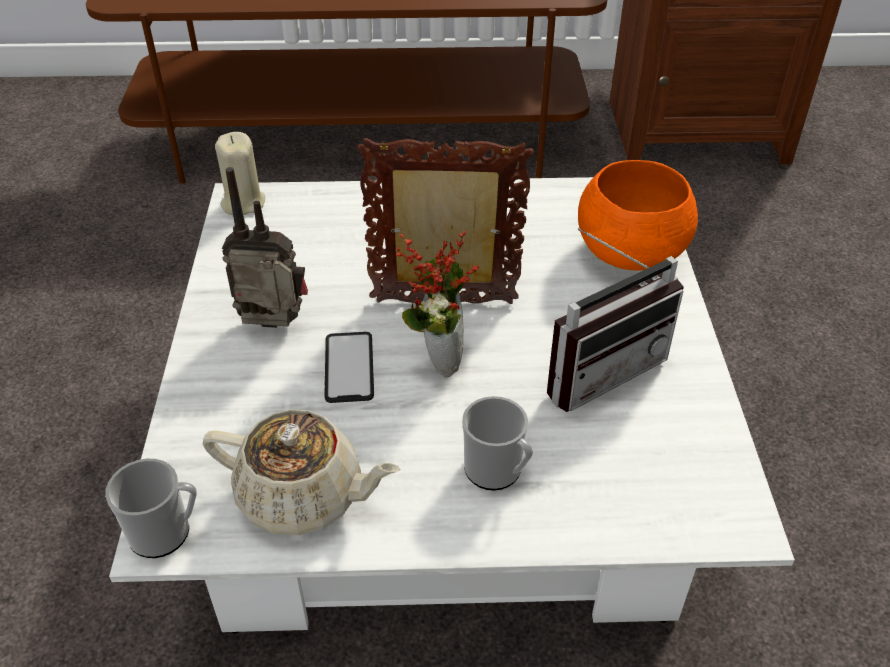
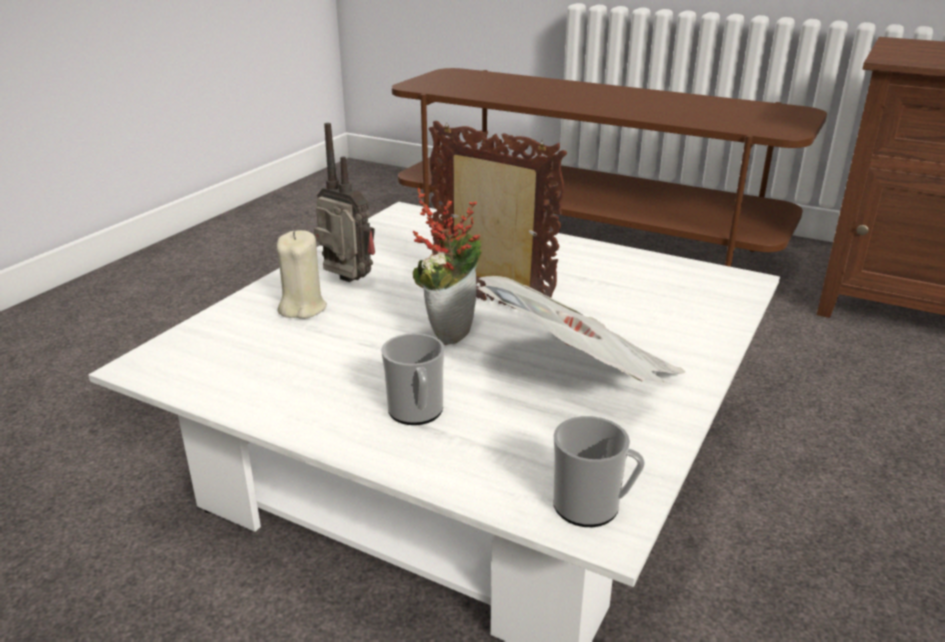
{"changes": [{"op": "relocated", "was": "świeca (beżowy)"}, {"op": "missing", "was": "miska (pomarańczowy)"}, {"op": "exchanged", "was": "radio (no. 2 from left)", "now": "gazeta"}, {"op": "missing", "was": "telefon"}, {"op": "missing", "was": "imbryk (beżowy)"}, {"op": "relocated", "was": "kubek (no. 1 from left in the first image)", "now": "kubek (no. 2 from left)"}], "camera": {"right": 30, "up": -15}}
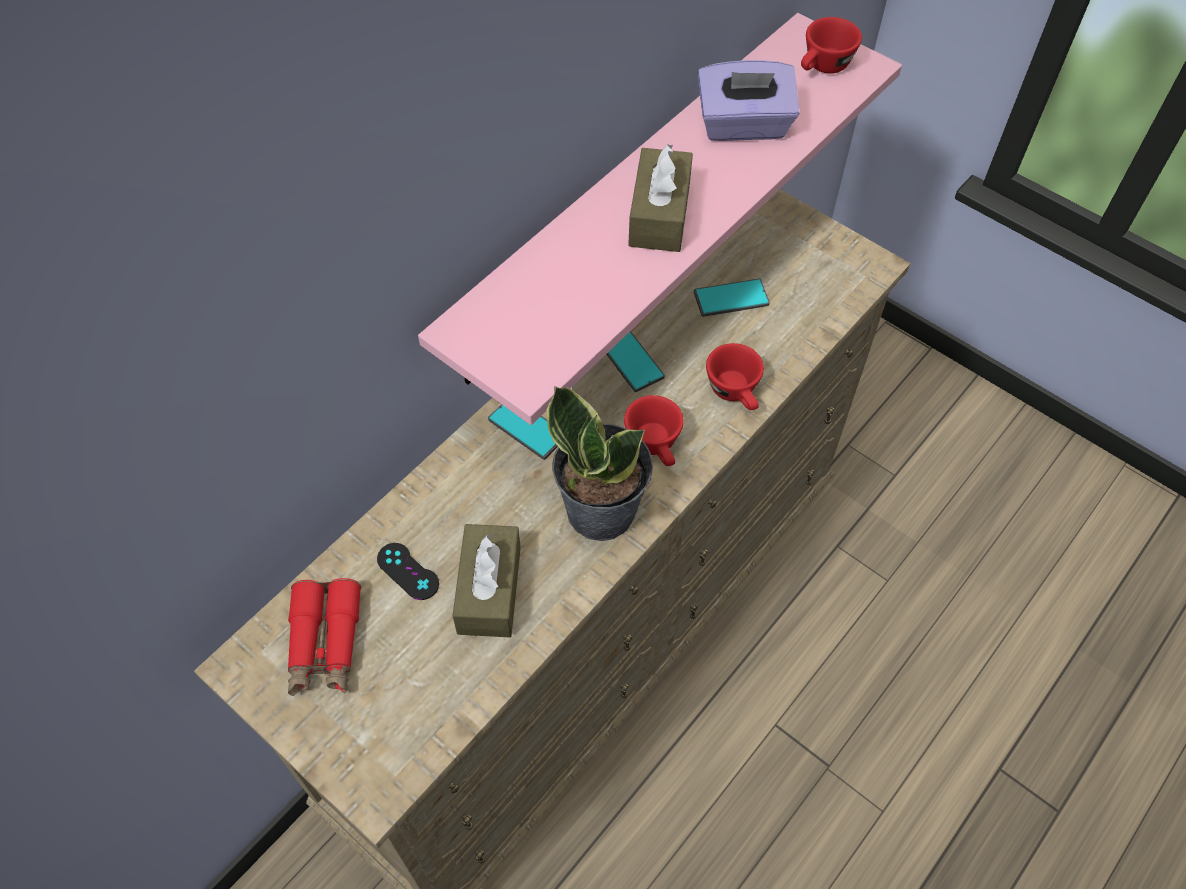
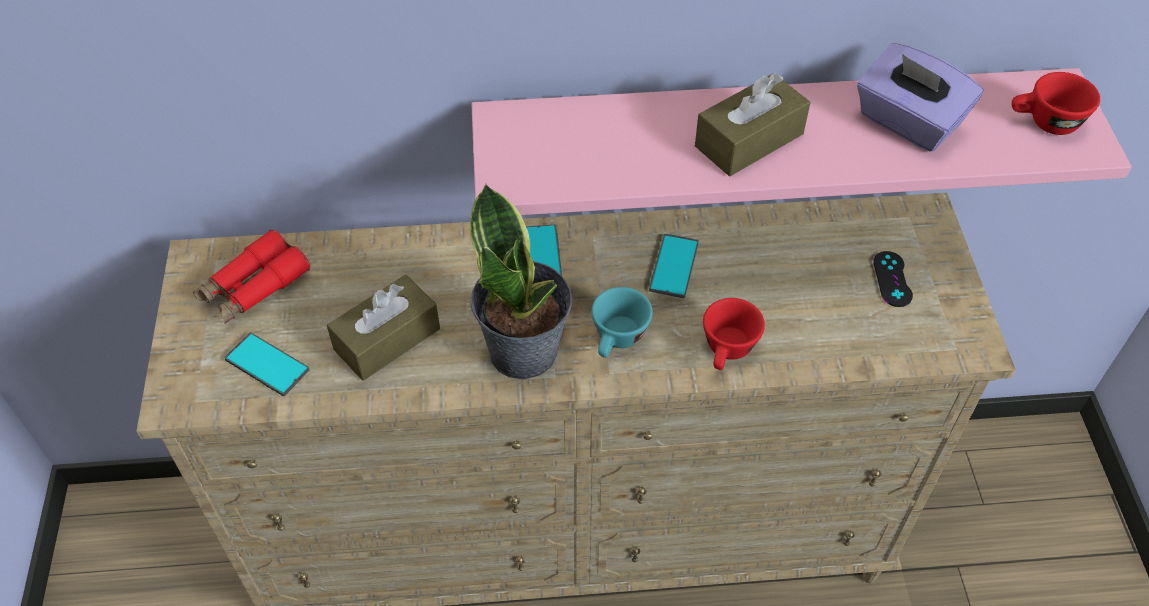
{"changes": [{"op": "relocated", "was": "telefon (no. 3 from left in the first image)", "now": "telefon (no. 1 from left)"}, {"op": "colour", "was": "filiżanka (czerwony) (no. 1 from left)", "now": "filiżanka (turkusowy)"}, {"op": "relocated", "was": "pad do gier (czarny)"}], "camera": {"right": 45, "up": -5}}
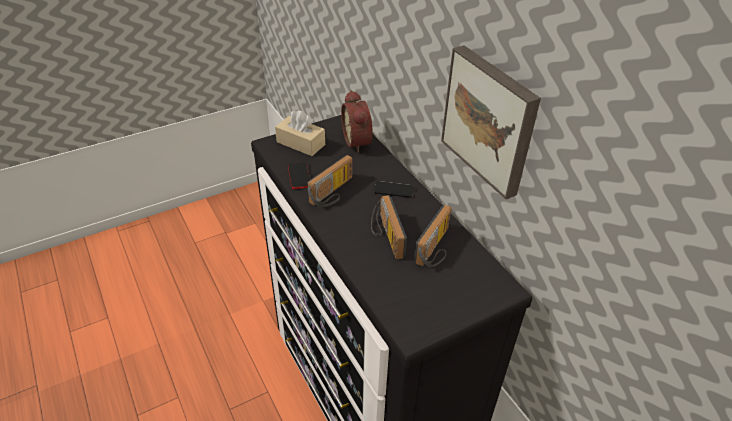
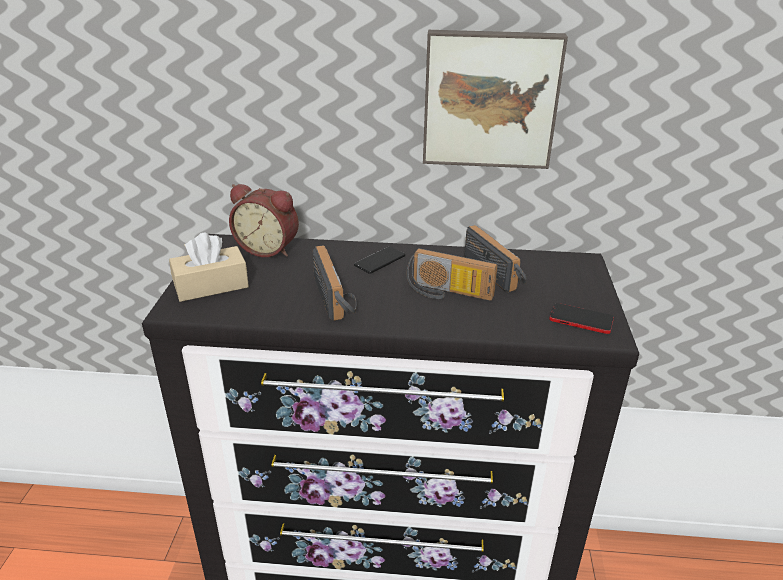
{"changes": [{"op": "relocated", "was": "telefon (no. 1 from left in the first image)", "now": "telefon (no. 2 from left)"}], "camera": {"right": -55, "up": -10}}
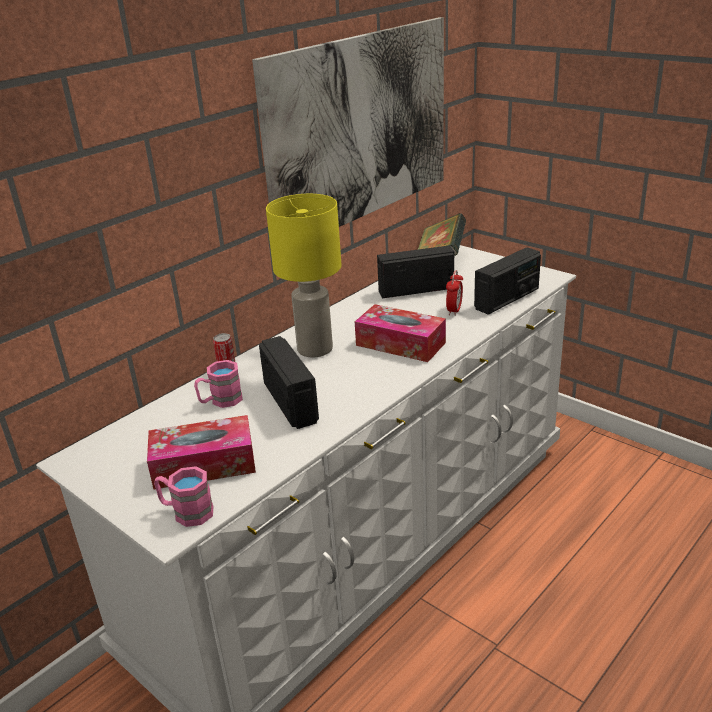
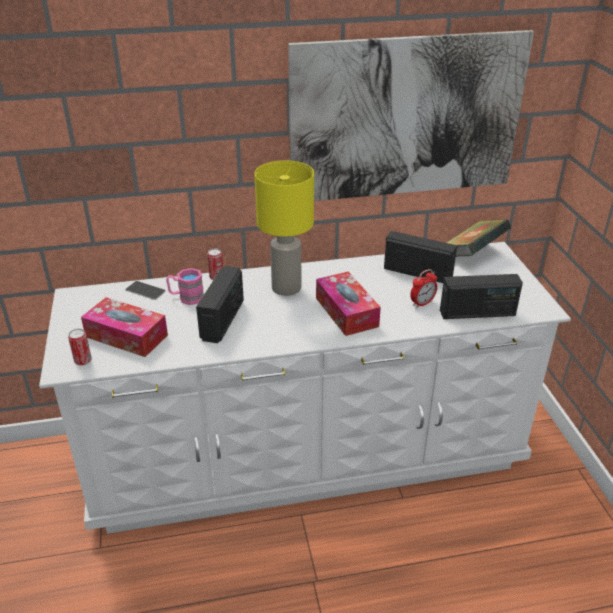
{"changes": [{"op": "exchanged", "was": "kubek (różowy) (no. 1 from left)", "now": "puszka (no. 1 from left)"}, {"op": "appeared", "now": "telefon"}], "camera": {"right": 35, "up": 5}}
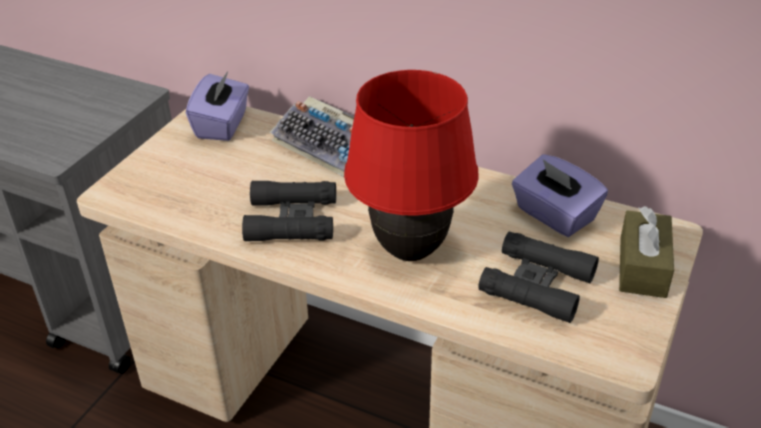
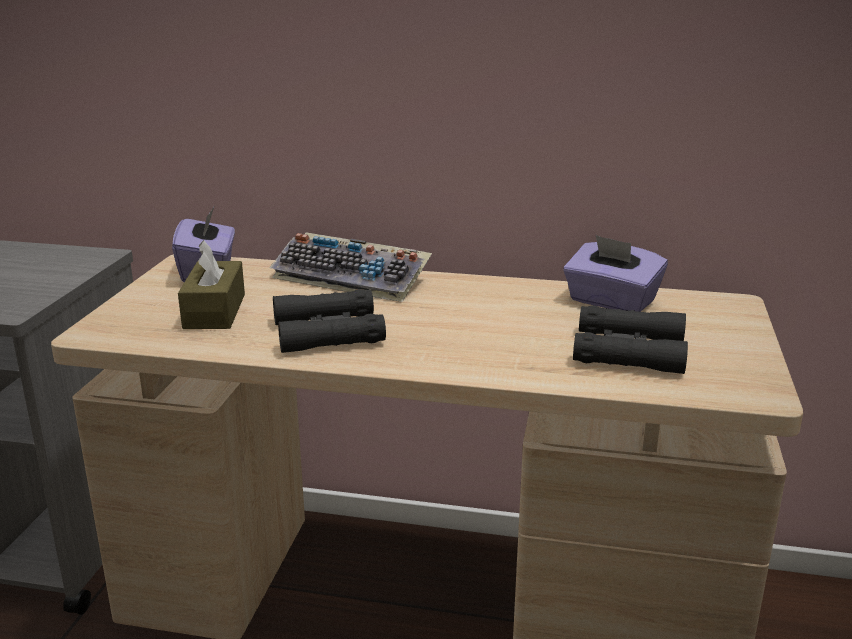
{"changes": [{"op": "missing", "was": "lampa stołowa (czerwony)"}, {"op": "relocated", "was": "pudełko chusteczek (brązowy)"}], "camera": {"right": -15, "up": -15}}
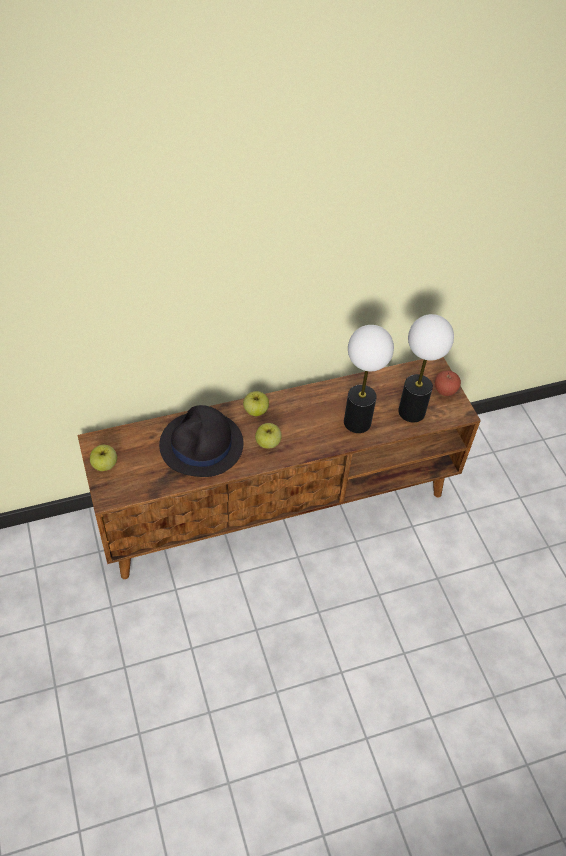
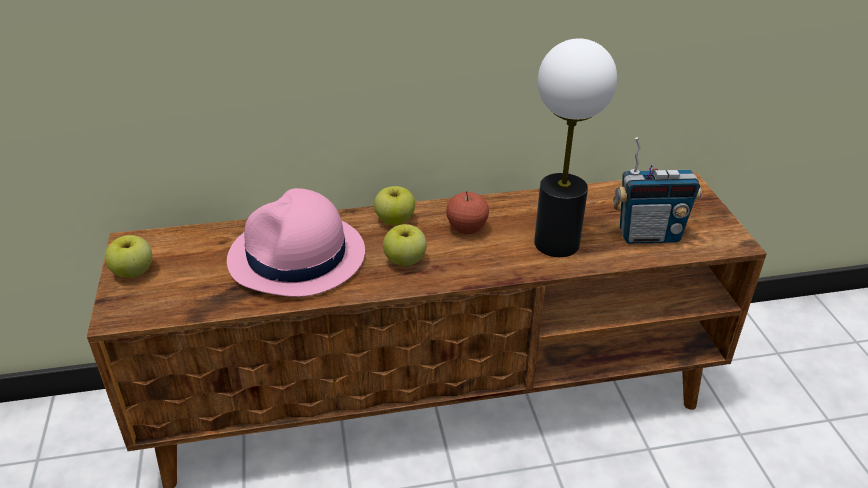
{"changes": [{"op": "exchanged", "was": "lampa stołowa (no. 2 from left)", "now": "radio"}, {"op": "relocated", "was": "jabłko (no. 4 from left)"}, {"op": "colour", "was": "kapelusz (czarny)", "now": "kapelusz (różowy)"}], "camera": {"right": 10, "up": -15}}
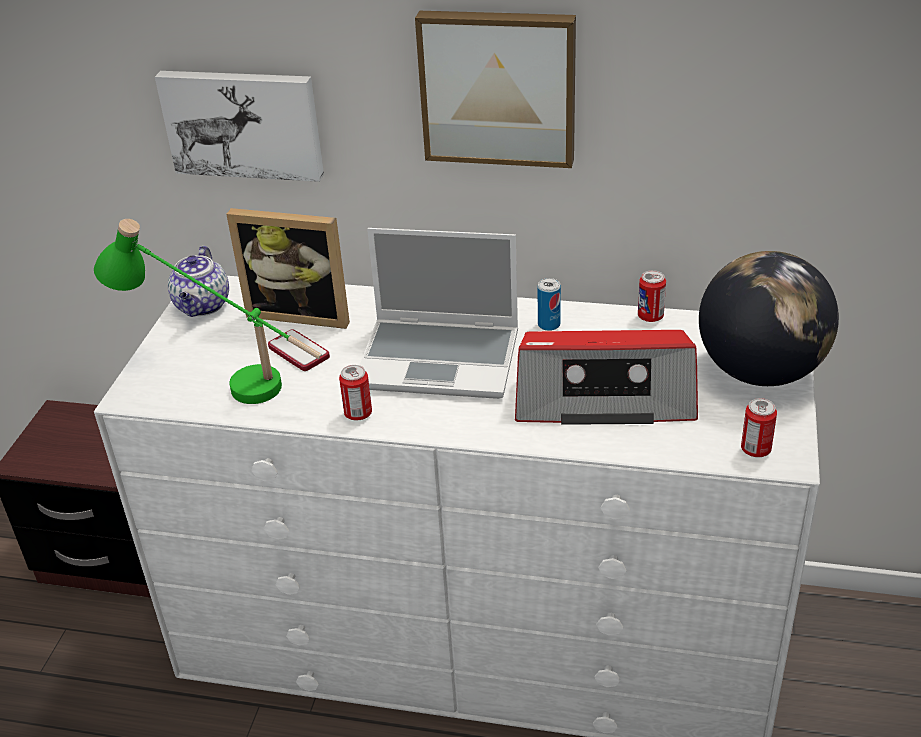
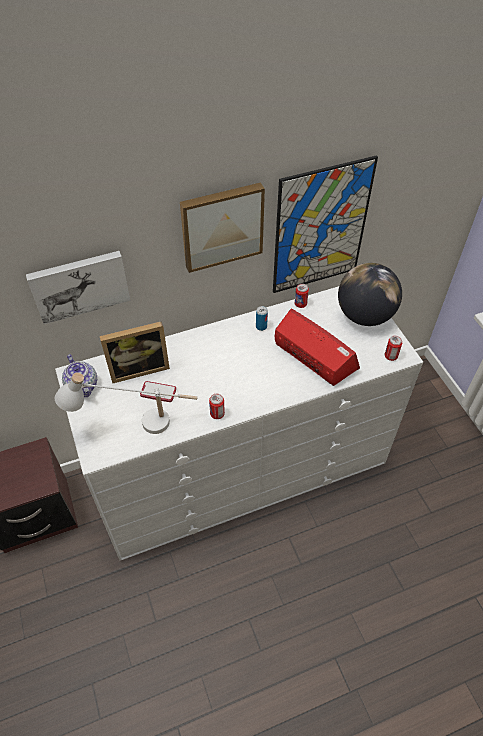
{"changes": [{"op": "colour", "was": "lampa stołowa (zielony)", "now": "lampa stołowa (biały)"}, {"op": "missing", "was": "laptop"}, {"op": "spun", "was": "radio", "clockwise": -105}, {"op": "appeared", "now": "obraz (no. 3 from left)"}], "camera": {"right": -35, "up": 15}}
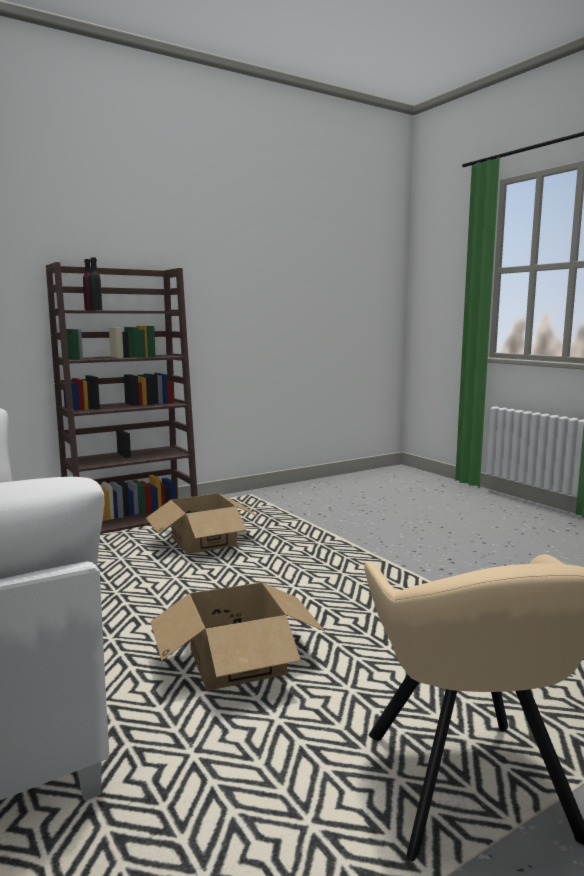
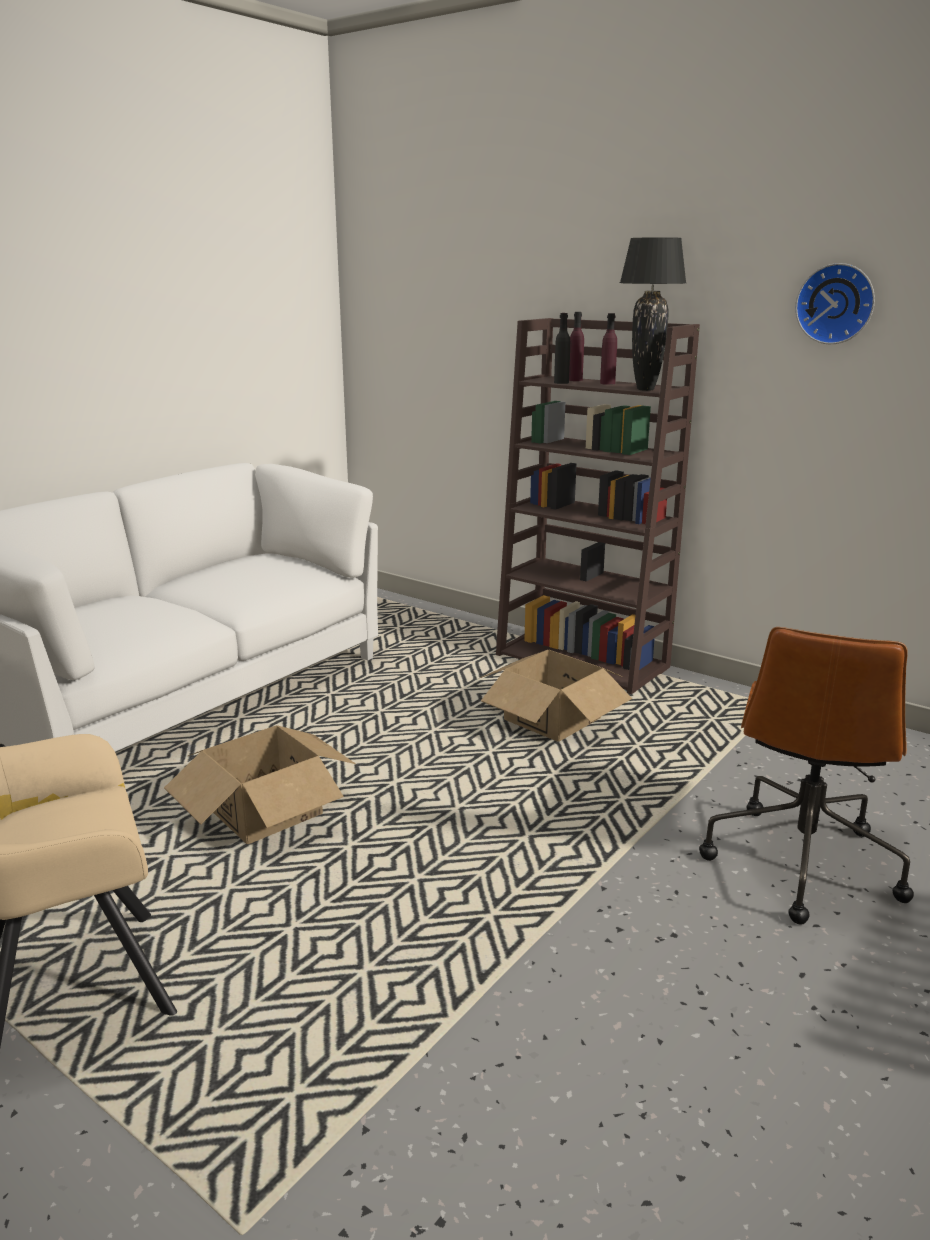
{"changes": [{"op": "appeared", "now": "lampa stołowa (czarny)"}, {"op": "appeared", "now": "zegar ścienny"}, {"op": "appeared", "now": "butelka (fioletowy) (no. 2 from left)"}, {"op": "appeared", "now": "krzesło biurowe (brązowy)"}], "camera": {"right": 70, "up": 10}}
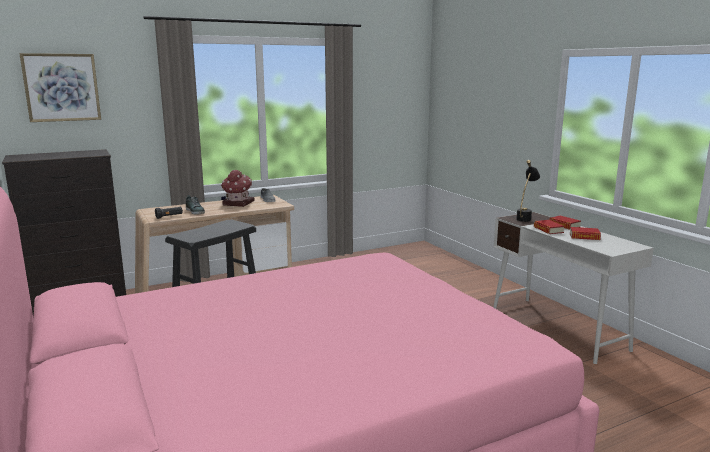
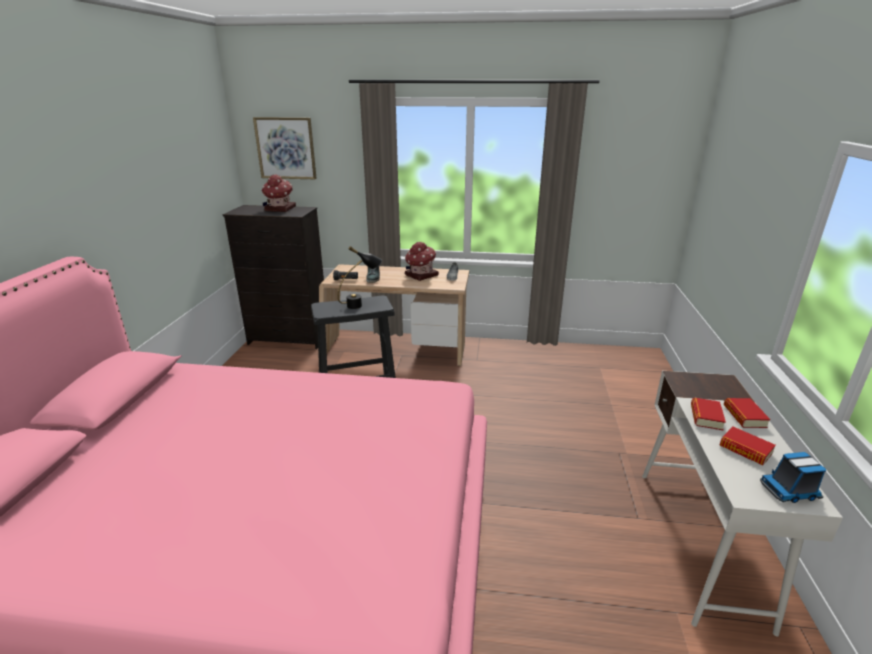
{"changes": [{"op": "relocated", "was": "lampa stołowa (czarny)"}, {"op": "appeared", "now": "domek (no. 1 from left)"}, {"op": "appeared", "now": "ciężarówka zabawkowa"}], "camera": {"right": 35, "up": 10}}
